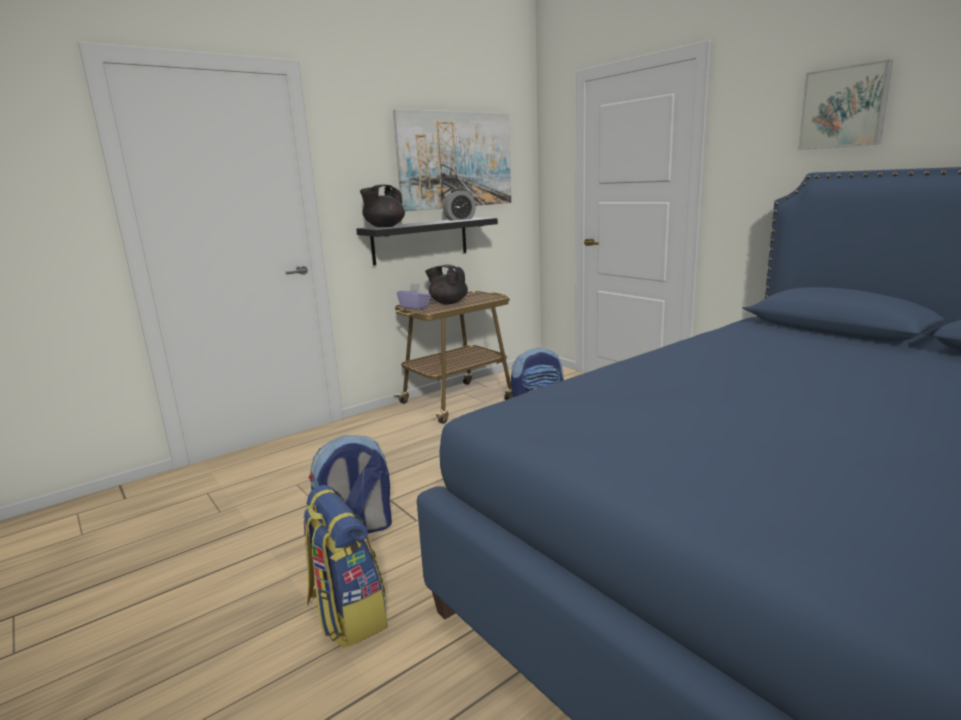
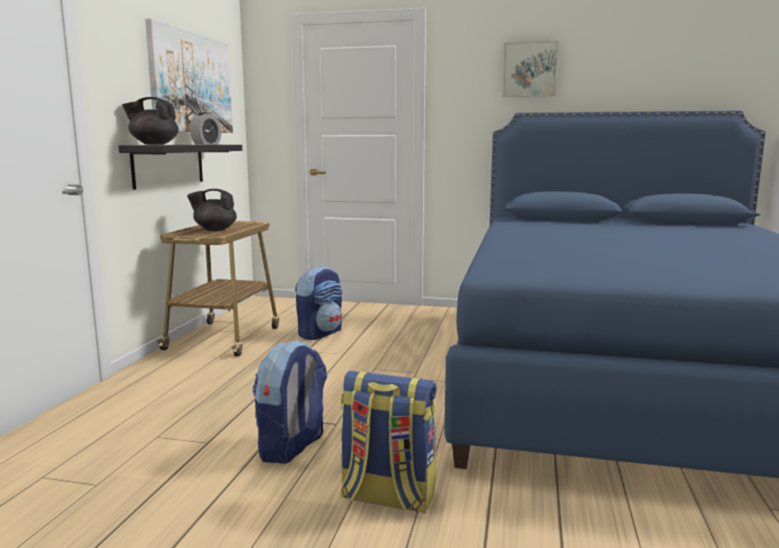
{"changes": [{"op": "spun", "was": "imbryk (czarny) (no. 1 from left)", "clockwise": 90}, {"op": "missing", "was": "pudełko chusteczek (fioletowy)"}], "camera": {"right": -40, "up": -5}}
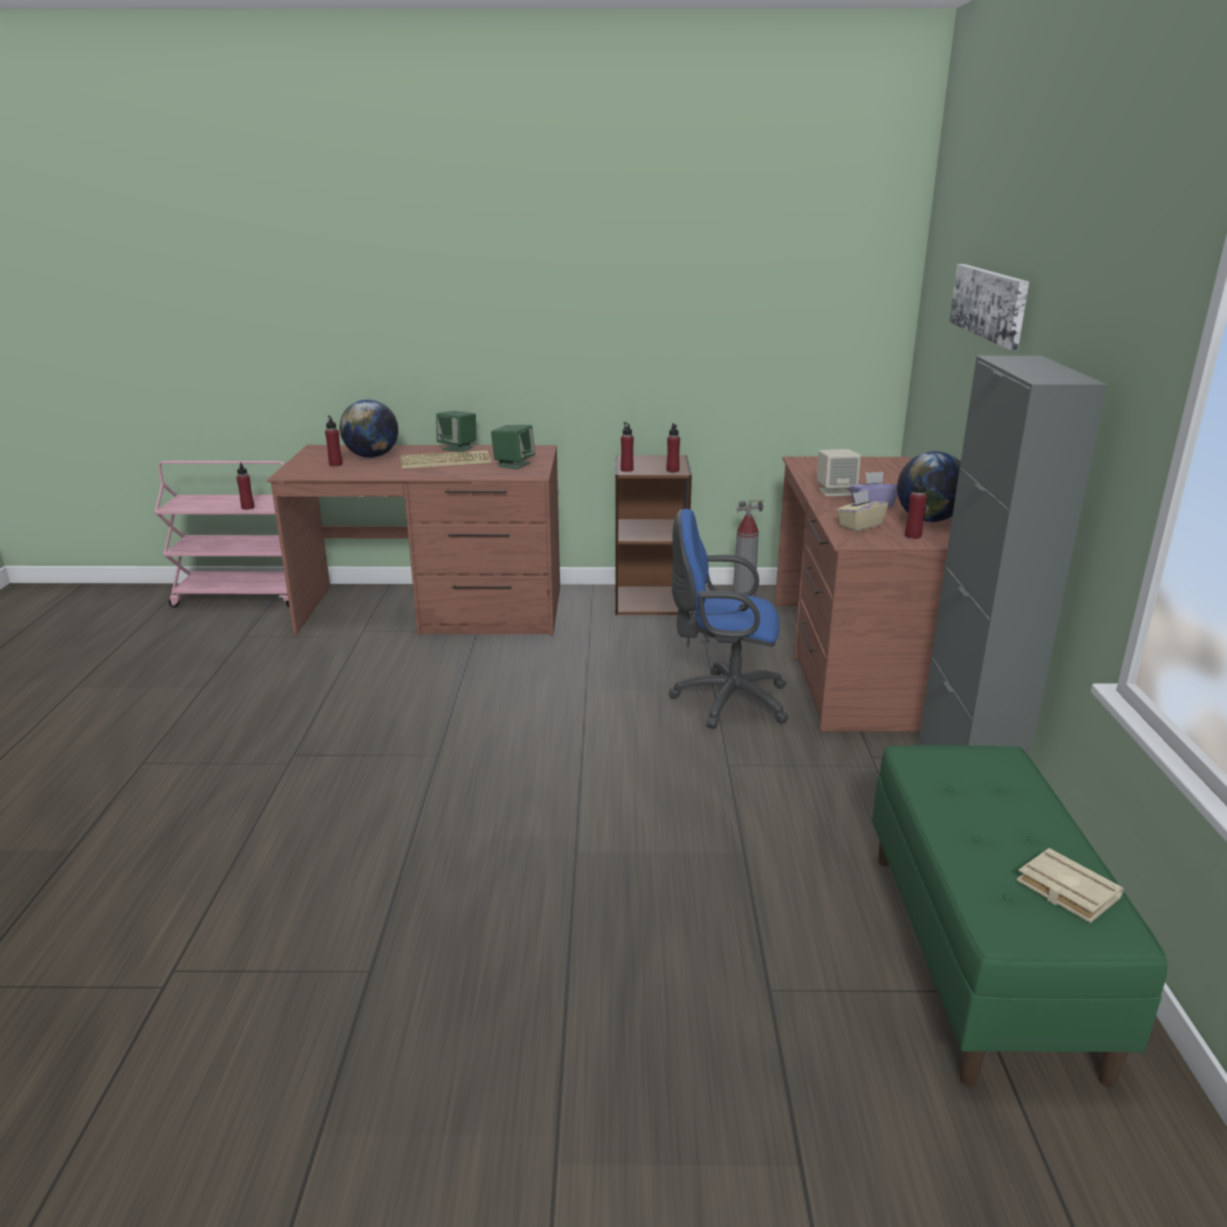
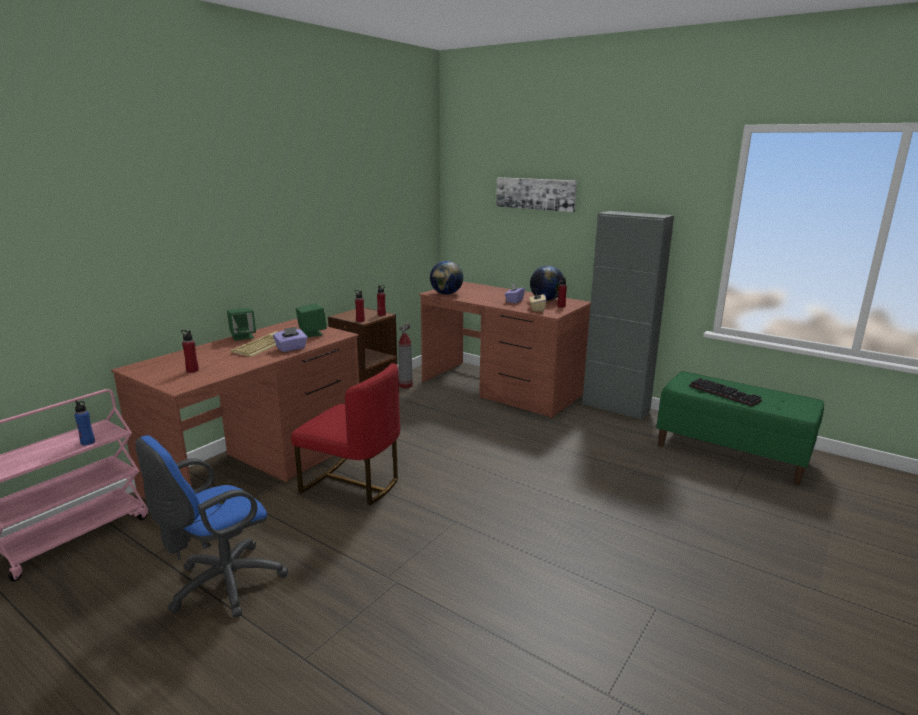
{"changes": [{"op": "relocated", "was": "globus (no. 1 from left)"}, {"op": "missing", "was": "głośnik (beżowy)"}, {"op": "colour", "was": "butelka (czerwony) (no. 1 from left)", "now": "butelka (niebieski)"}, {"op": "relocated", "was": "krzesło biurowe (niebieski)"}, {"op": "missing", "was": "książka (beżowy)"}, {"op": "appeared", "now": "pudełko chusteczek (fioletowy) (no. 1 from left)"}, {"op": "appeared", "now": "krzesło (czerwony)"}, {"op": "appeared", "now": "klawiatura (no. 2 from left)"}], "camera": {"right": -55, "up": -5}}
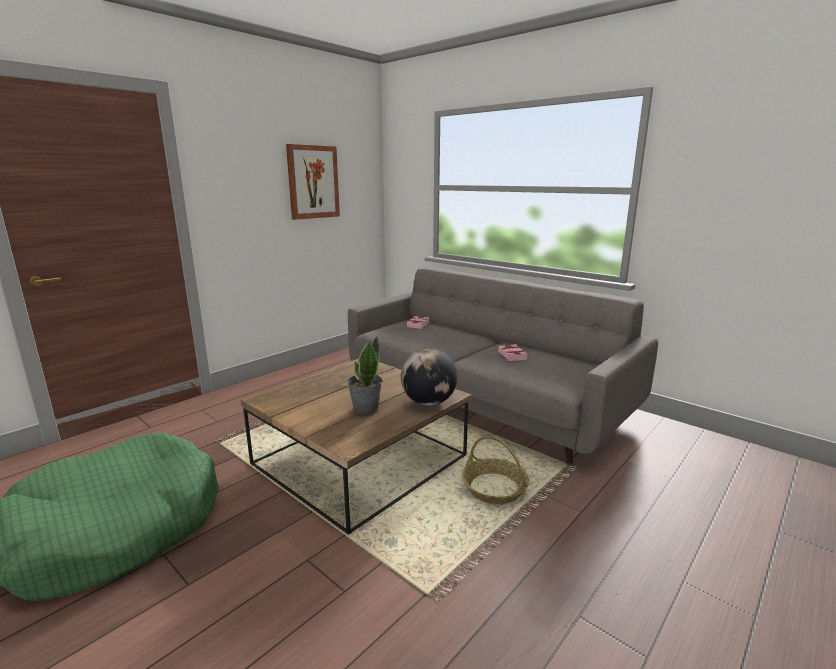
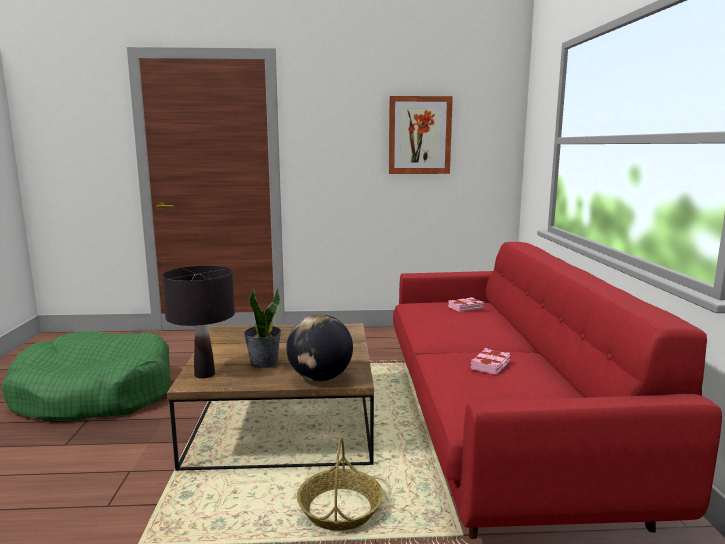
{"changes": [{"op": "colour", "was": "kanapa (szary)", "now": "kanapa (czerwony)"}, {"op": "appeared", "now": "lampa stołowa (czarny)"}], "camera": {"right": 45, "up": -5}}
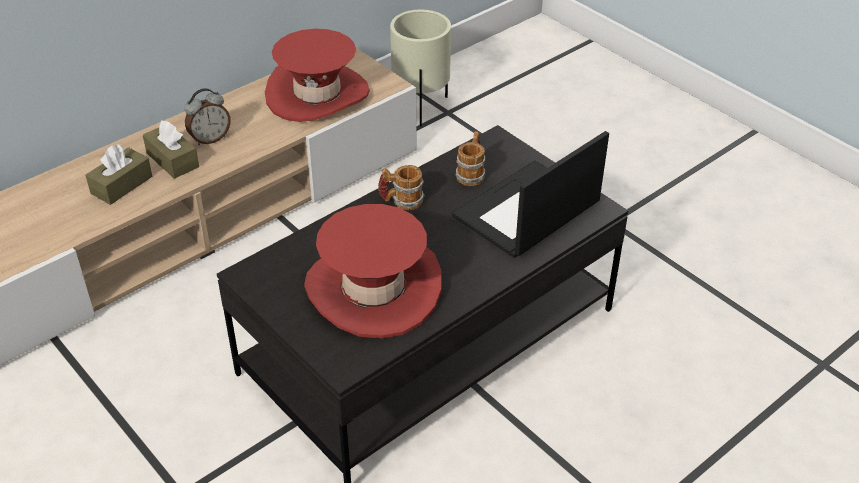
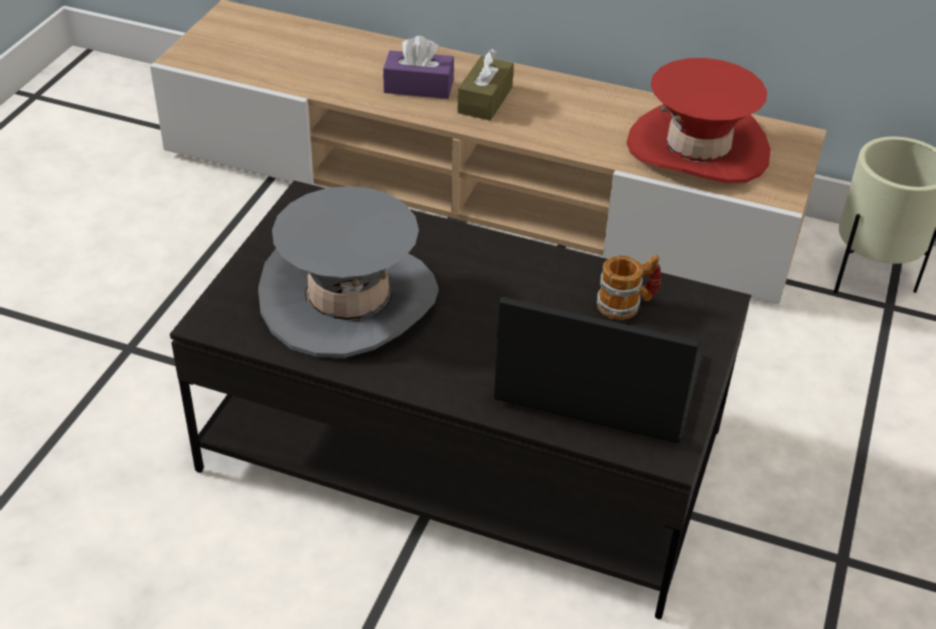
{"changes": [{"op": "missing", "was": "budzik"}, {"op": "colour", "was": "pudełko chusteczek (brązowy) (no. 1 from left)", "now": "pudełko chusteczek (fioletowy)"}, {"op": "missing", "was": "kubek (no. 1 from left)"}, {"op": "colour", "was": "kapelusz (czerwony) (no. 2 from left)", "now": "kapelusz (szary)"}], "camera": {"right": 60, "up": 0}}
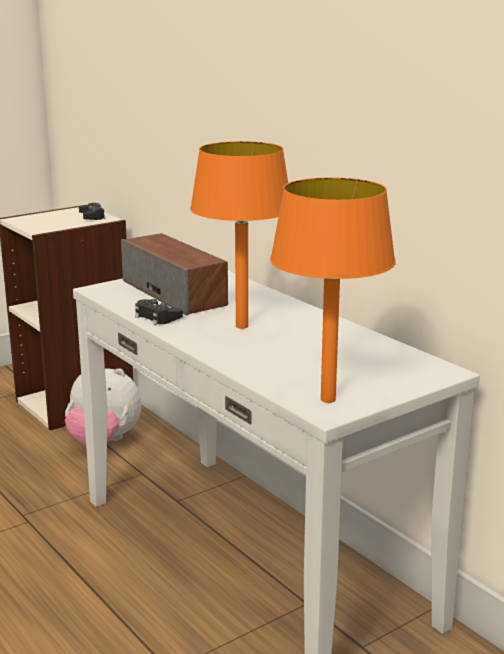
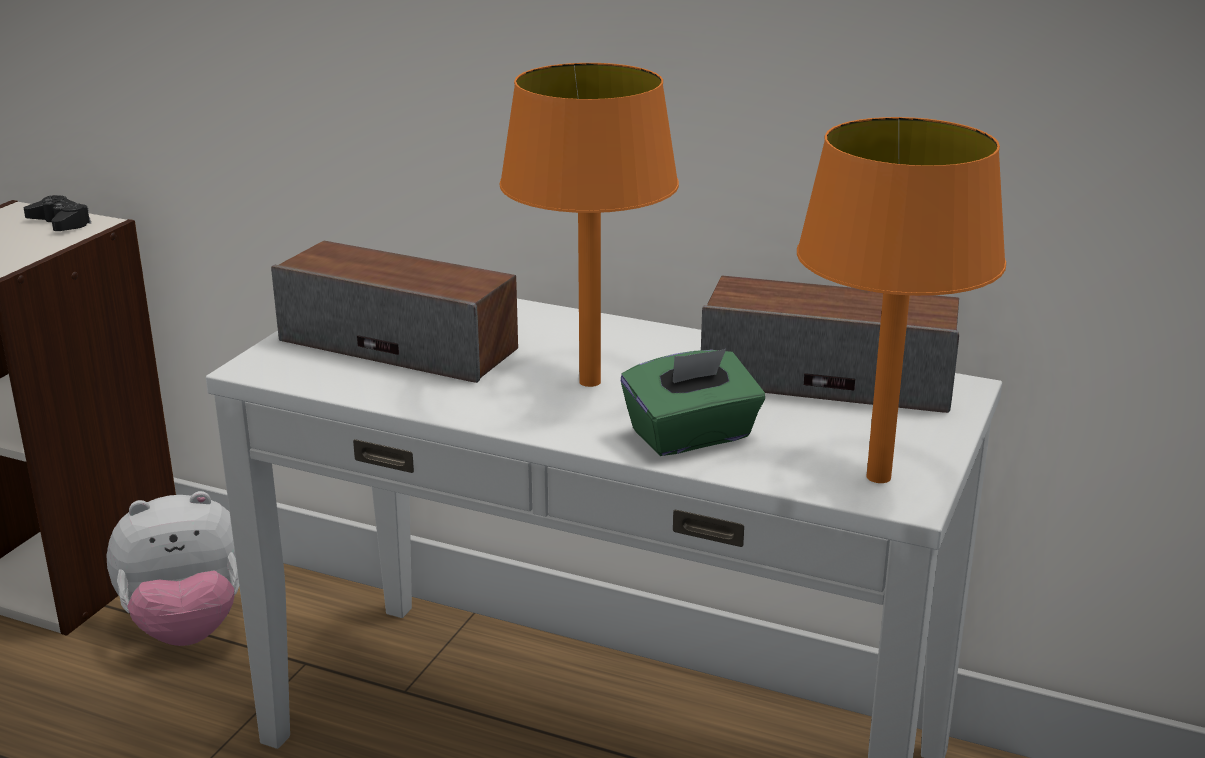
{"changes": [{"op": "missing", "was": "pad do gier (czarny) (no. 2 from left)"}, {"op": "appeared", "now": "głośnik (no. 2 from left)"}, {"op": "appeared", "now": "pudełko chusteczek (zielony)"}], "camera": {"right": -30, "up": 5}}
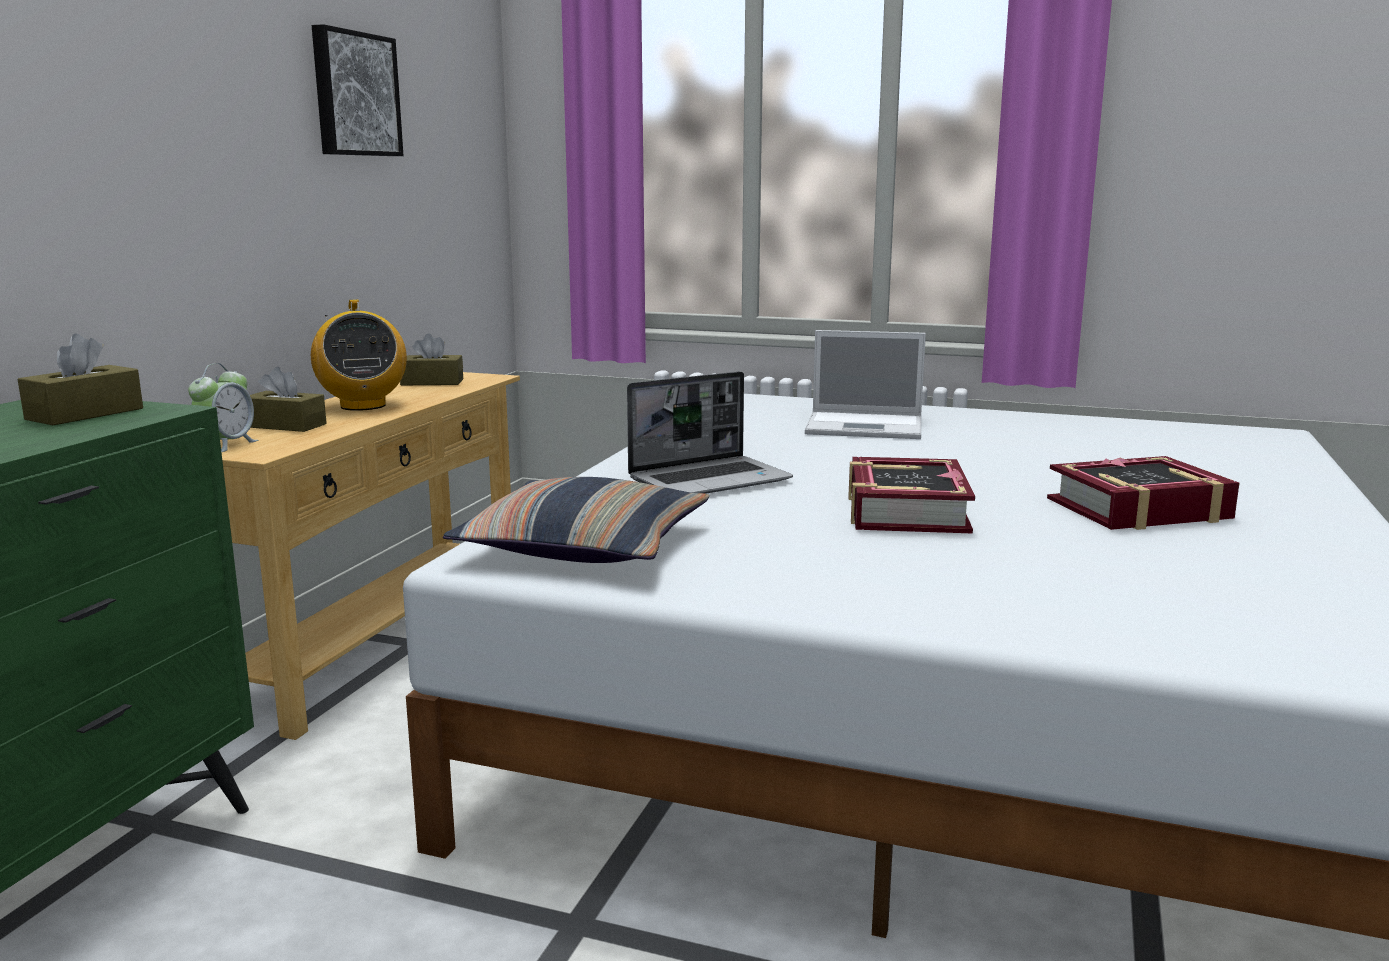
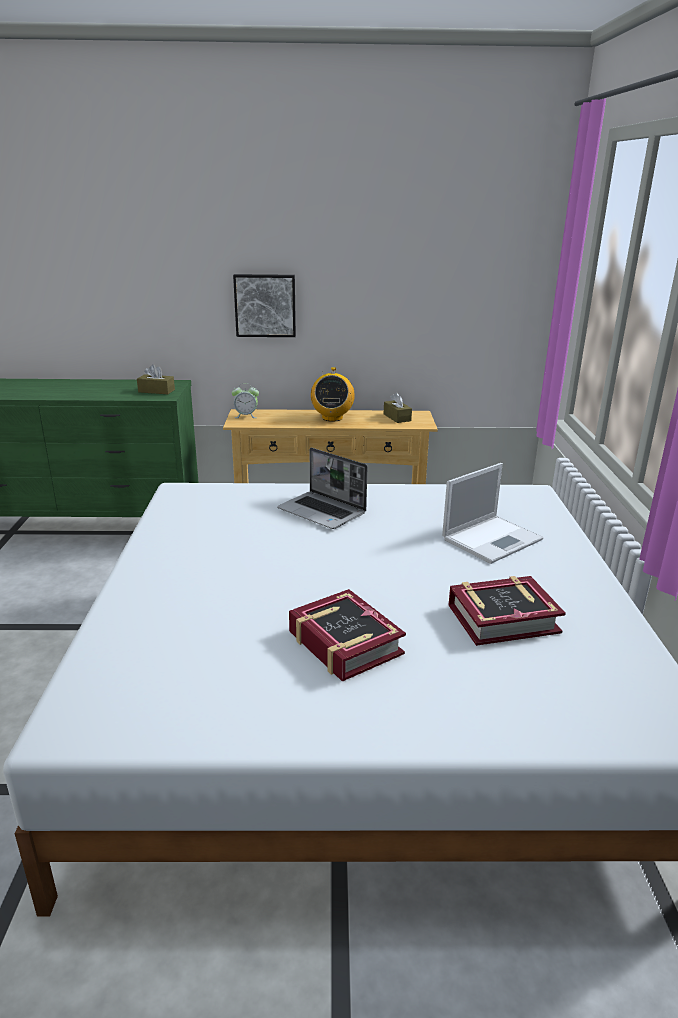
{"changes": [{"op": "relocated", "was": "obraz"}, {"op": "spun", "was": "radio", "clockwise": -45}, {"op": "spun", "was": "laptop (no. 2 from left)", "clockwise": -120}, {"op": "missing", "was": "pudełko chusteczek (brązowy) (no. 2 from left)"}, {"op": "relocated", "was": "książka (no. 1 from left in the first image)", "now": "książka (no. 2 from left)"}, {"op": "missing", "was": "poduszka"}], "camera": {"right": 70, "up": 10}}
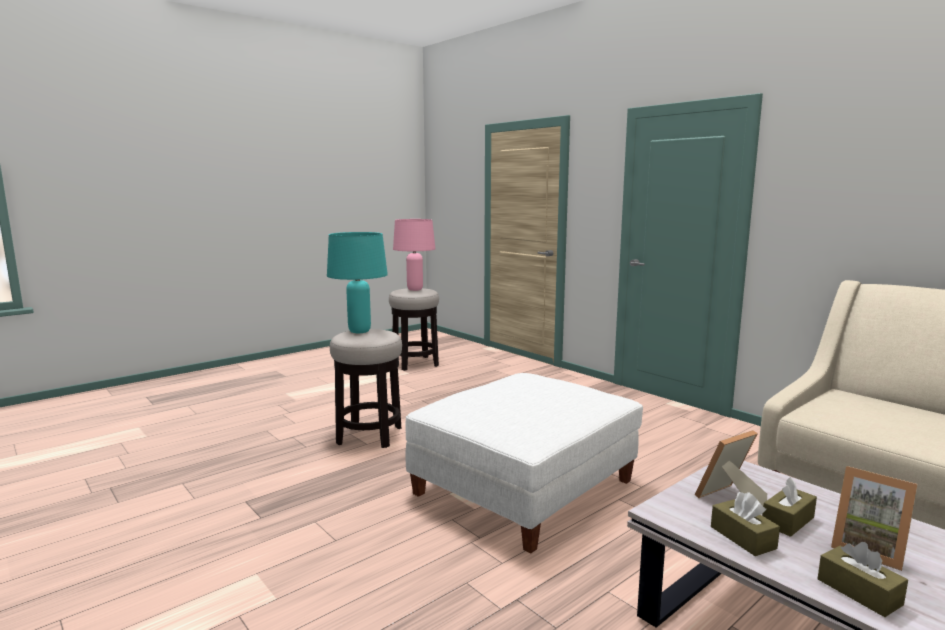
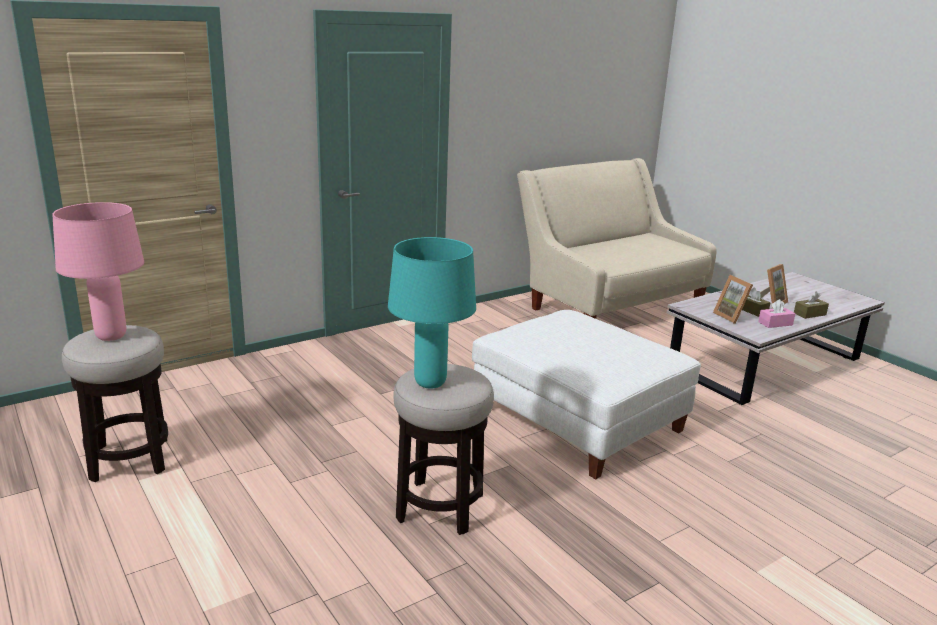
{"changes": [{"op": "colour", "was": "pudełko chusteczek (brązowy) (no. 1 from left)", "now": "pudełko chusteczek (różowy)"}], "camera": {"right": -85, "up": 10}}
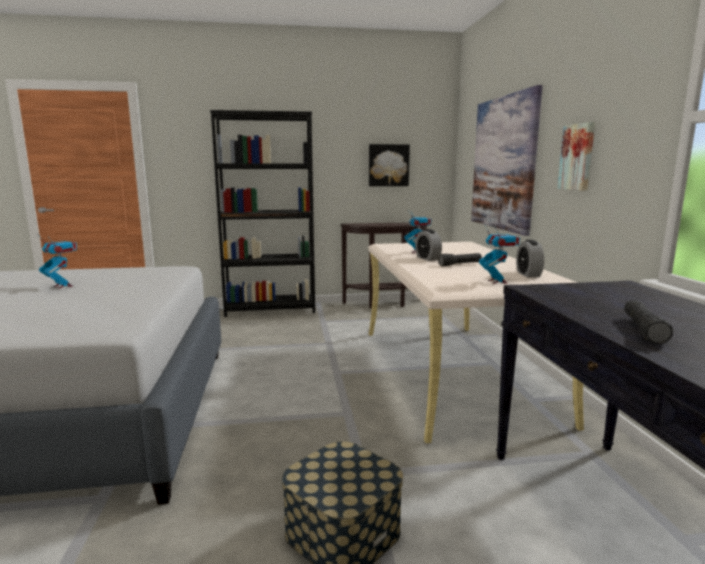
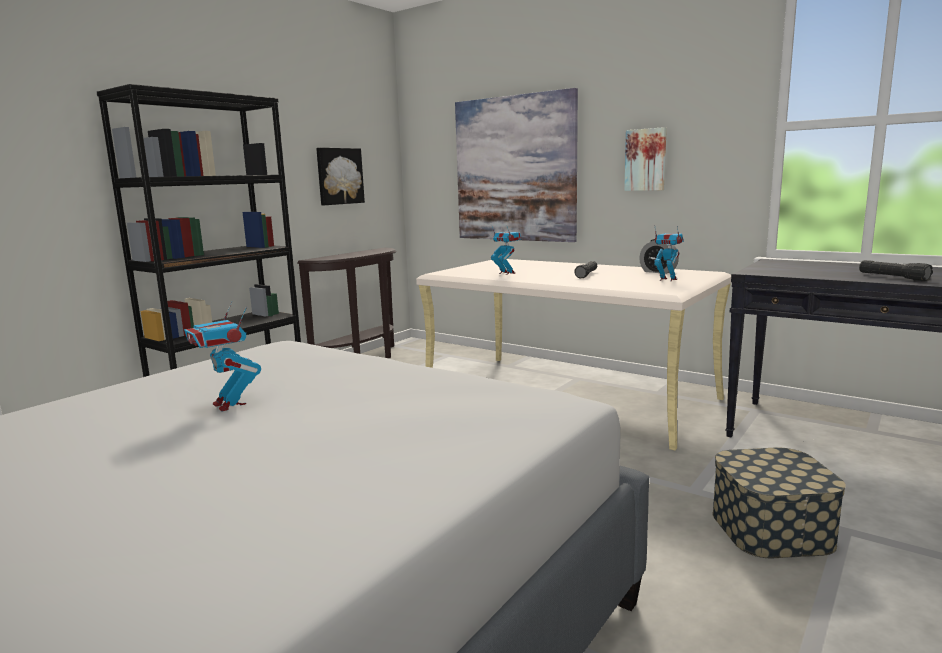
{"changes": [{"op": "missing", "was": "budzik (no. 1 from left)"}, {"op": "spun", "was": "robot zabawkowy (no. 1 from left)", "clockwise": -120}], "camera": {"right": -45, "up": 0}}
